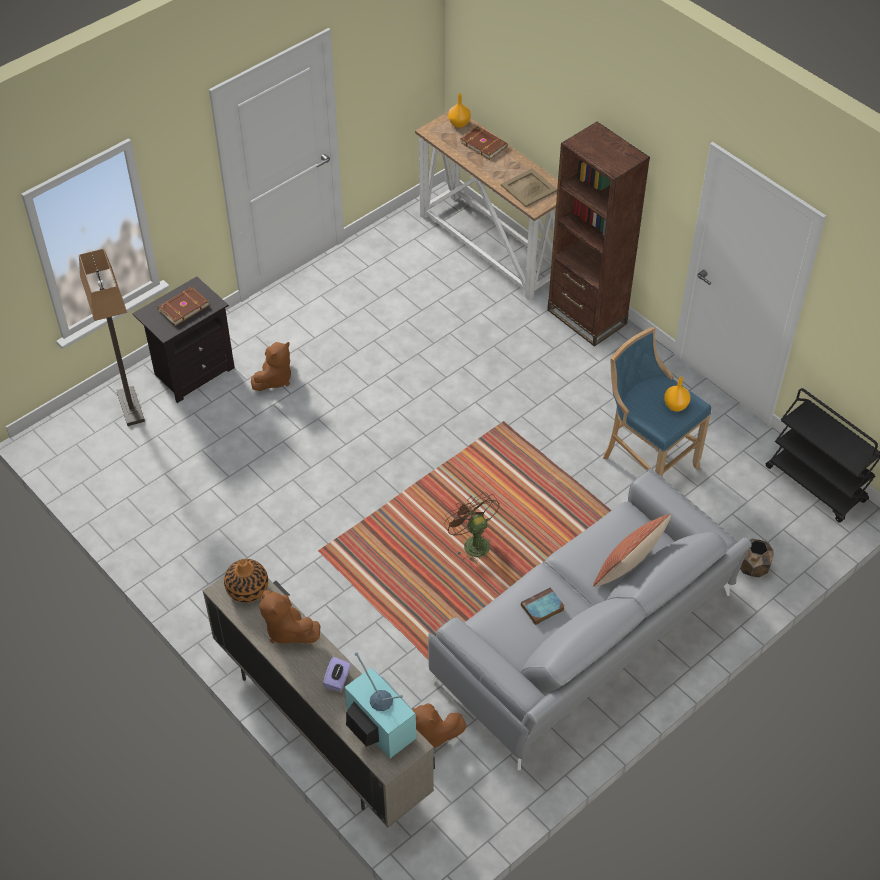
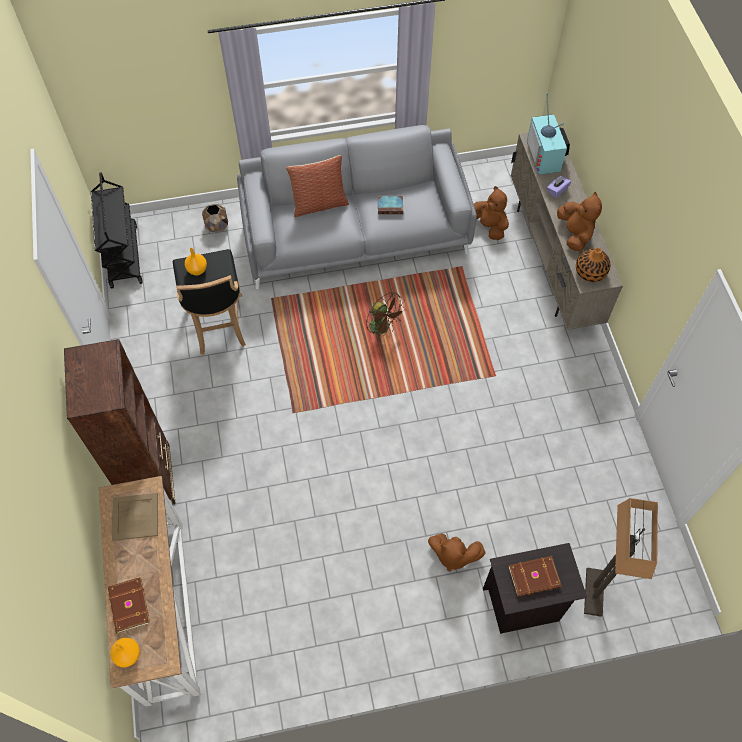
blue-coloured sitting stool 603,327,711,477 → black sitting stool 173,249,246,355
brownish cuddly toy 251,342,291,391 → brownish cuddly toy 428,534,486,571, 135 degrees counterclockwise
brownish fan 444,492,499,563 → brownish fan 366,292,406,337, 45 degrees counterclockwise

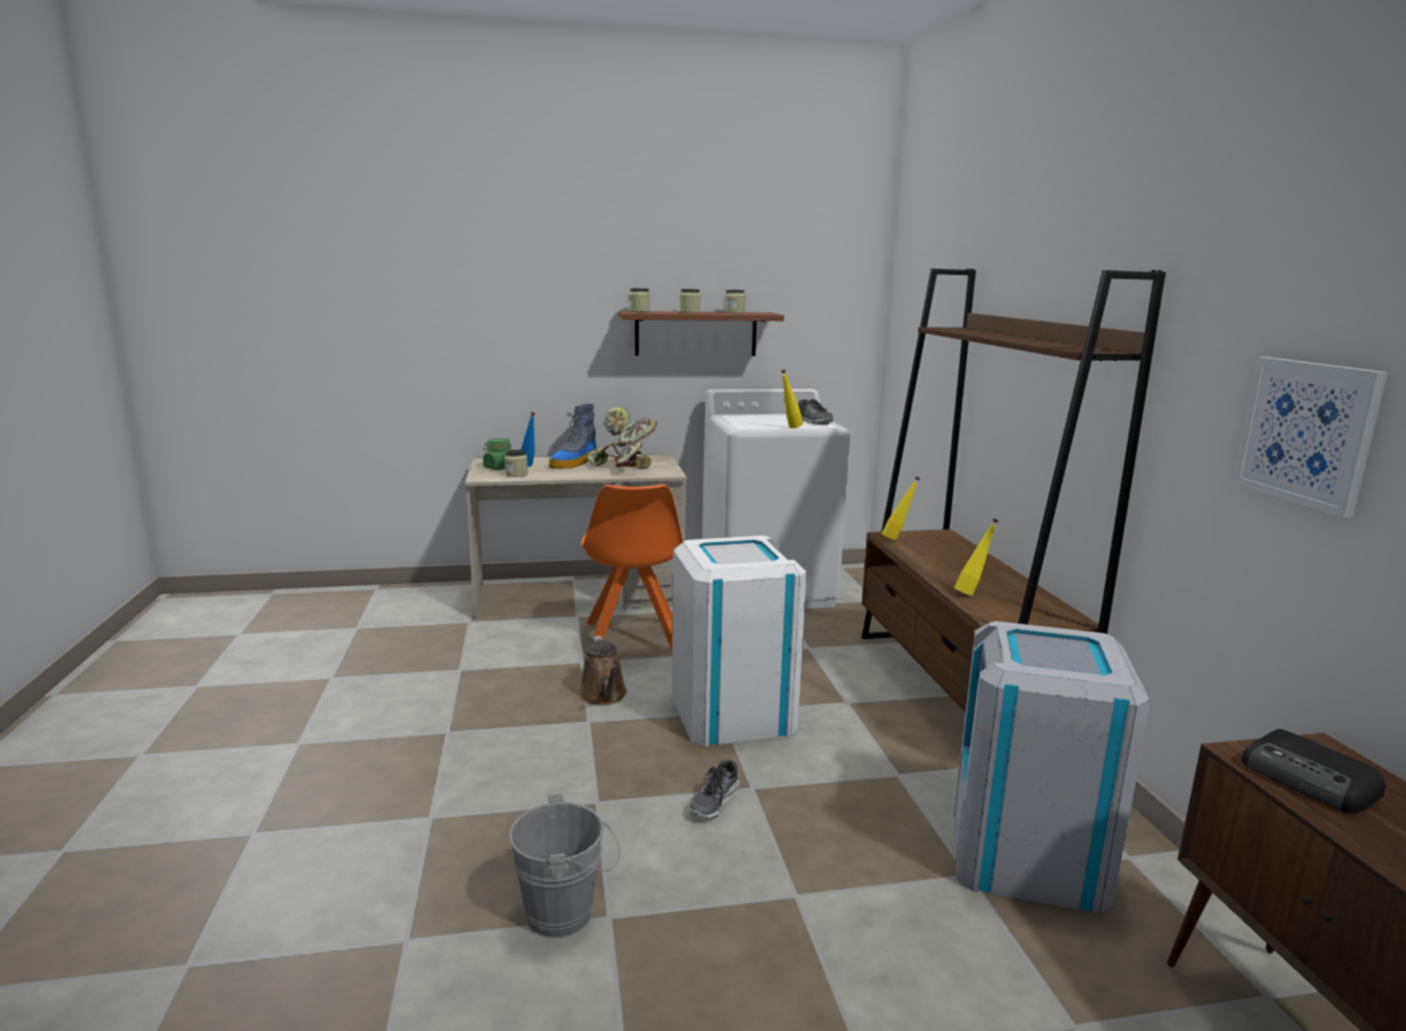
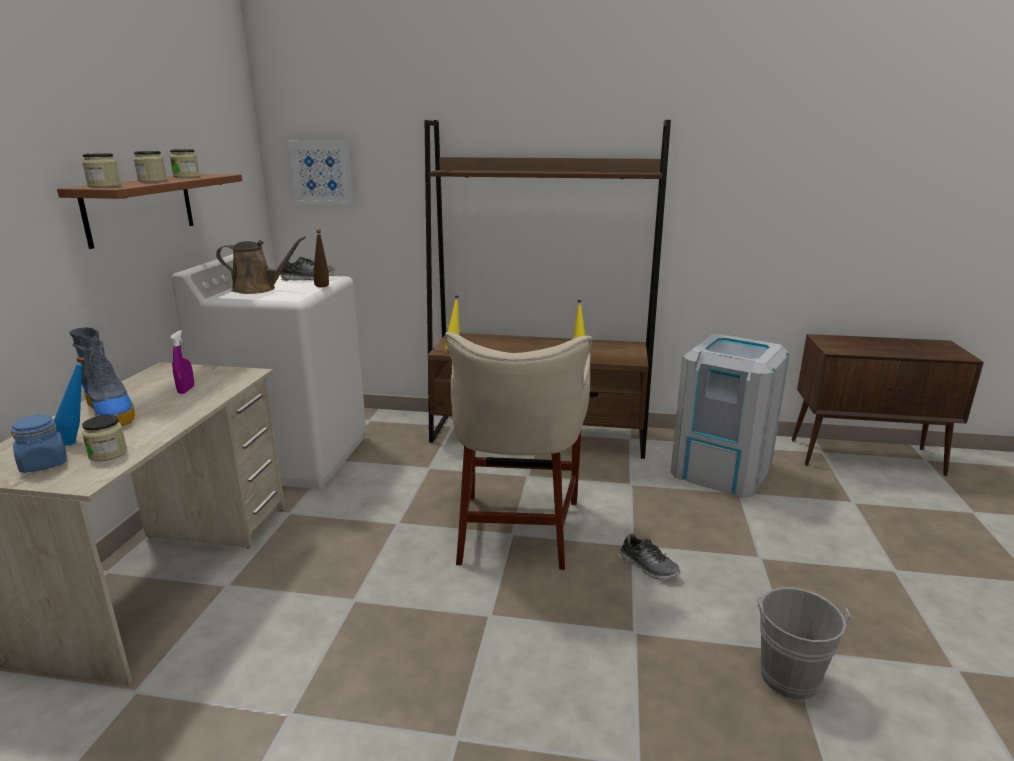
wall art 1233,357,1388,518 → wall art 288,140,354,205, shifted
yellowish bottle 781,369,803,428 → brownish bottle 313,229,329,288
houseplant 587,407,657,469 → purple-coloured hand sprayer 170,330,194,394
greenish preserve jar 483,438,511,470 → blue-coloured preserve jar 11,414,67,473
orange-coloured upright chair 581,484,684,650 → -
white waste bin 672,535,807,746 → beige sitting stool 445,332,592,570
brownish sprinkling can 579,635,627,705 → brownish sprinkling can 216,236,306,294, shifted
radio receiver 1242,729,1386,813 → -

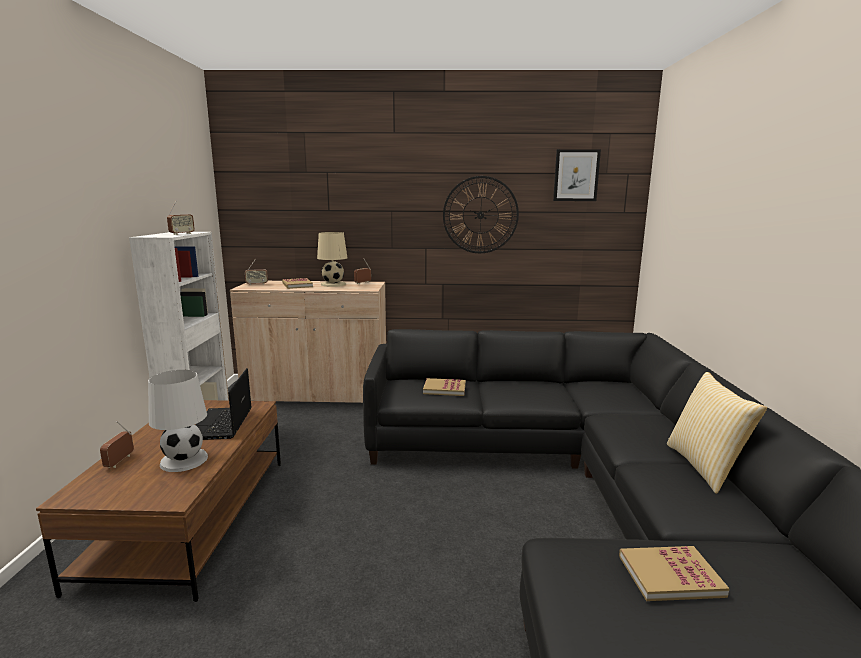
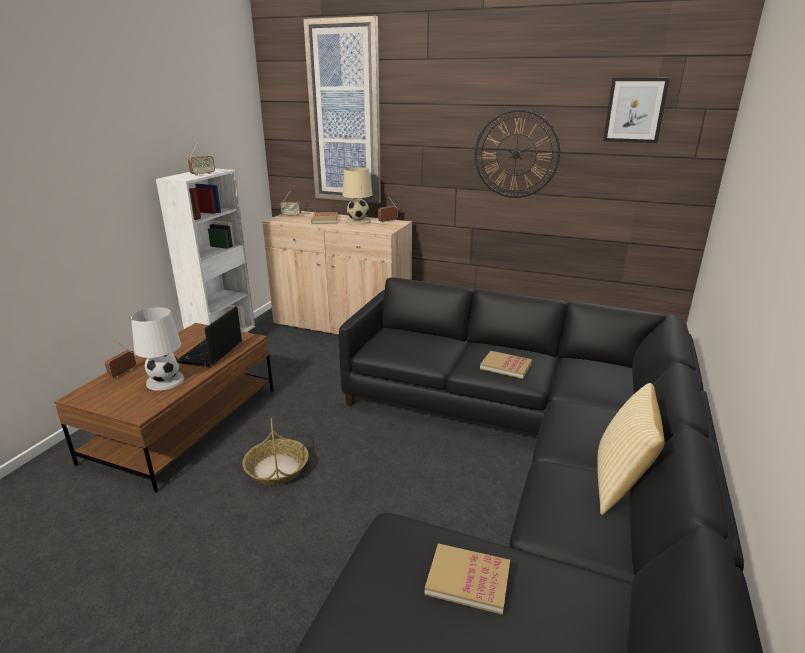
book 423,378,466,396 → book 480,351,532,379, shifted
- → wall art 303,16,381,203
- → household basket 242,418,309,485

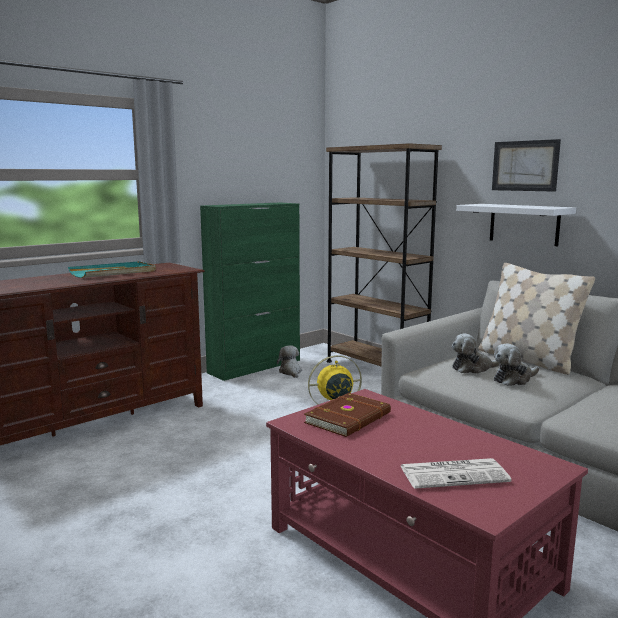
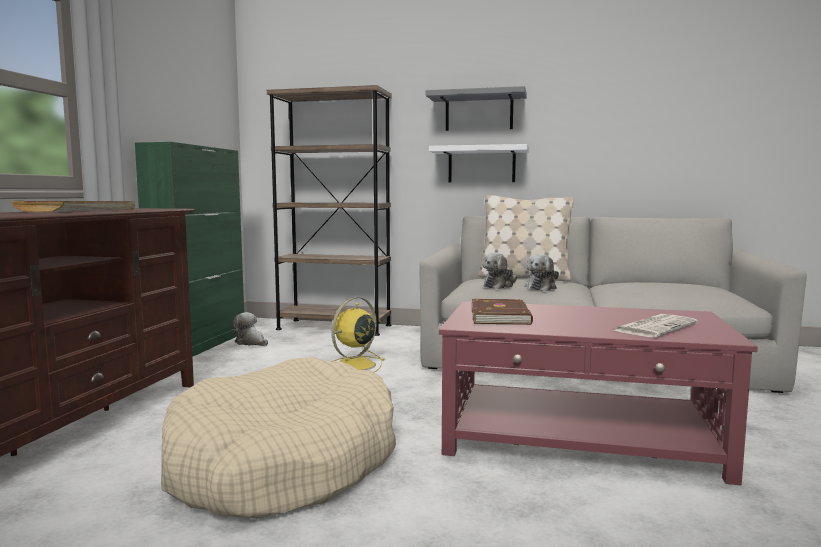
wall art 492,139,561,192 → greyish bracket shelf 426,86,527,131
blue-green carrying tray 68,261,156,278 → beige carrying tray 10,201,135,212
- → beige pet bed 161,357,396,519

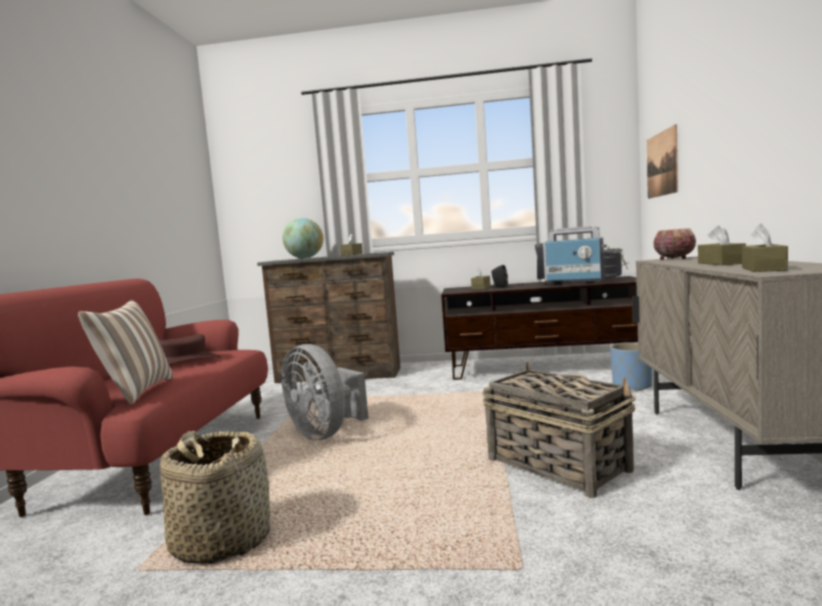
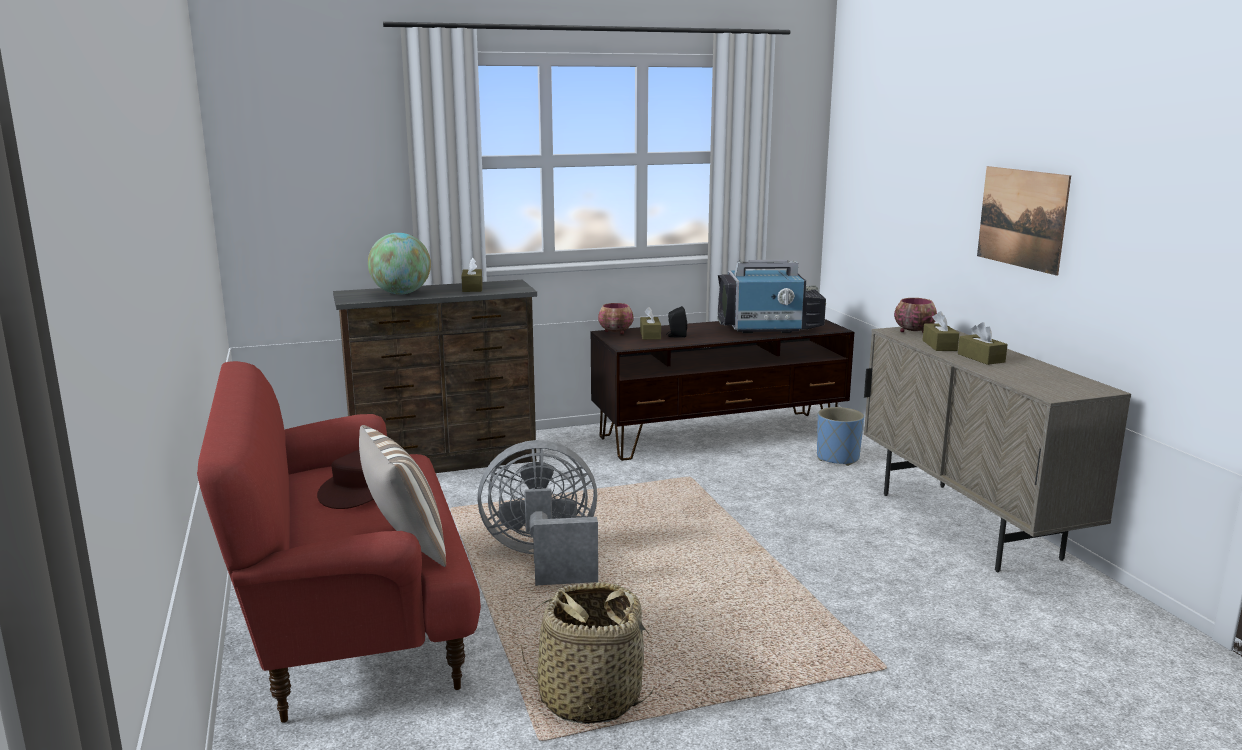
wall art 647,124,678,199 → wall art 977,166,1071,275, shifted
brownish tissue holder 742,224,788,272 → brownish tissue holder 923,311,959,351, shifted
greyish fan 281,344,368,440 → greyish fan 477,440,598,586, 150 degrees clockwise
household basket 482,361,635,498 → -
- → bowl 598,303,634,334

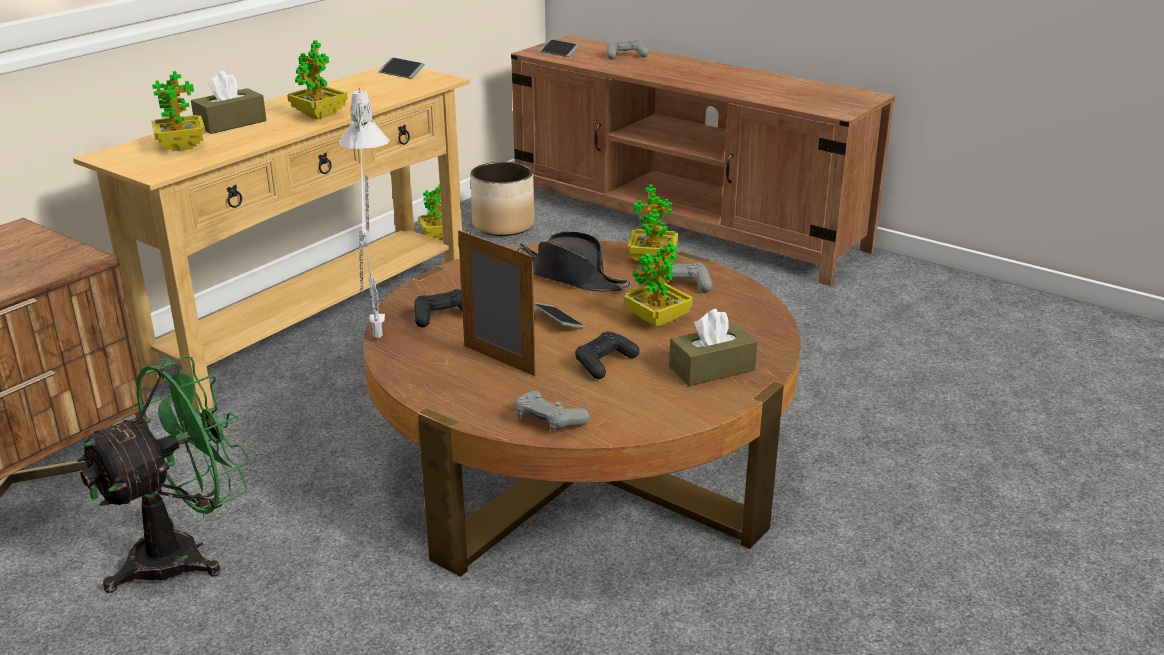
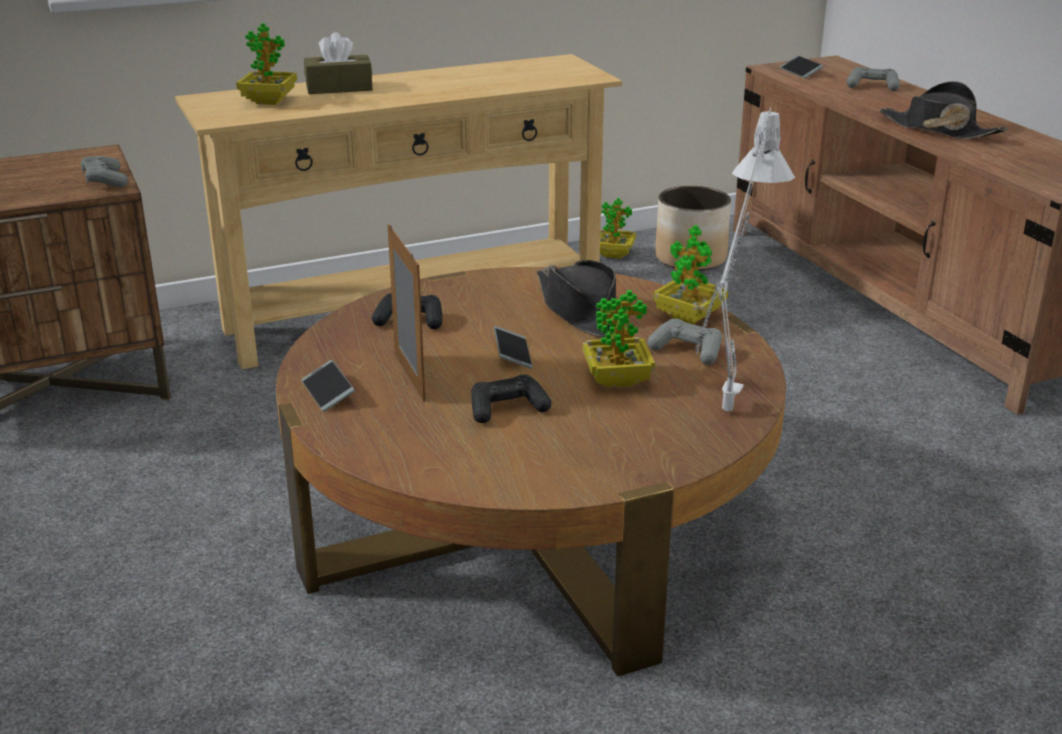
houseplant 287,40,348,119 → -
handset 379,57,425,79 → handset 302,360,354,412, shifted
greyish lamp for a table 339,88,390,338 → greyish lamp for a table 696,107,795,411, shifted
brownish tissue holder 669,309,758,386 → -
greenish fan 77,355,251,593 → -
greyish gamepad 515,391,589,432 → greyish gamepad 81,156,128,188, shifted
- → black hat 879,81,1008,139

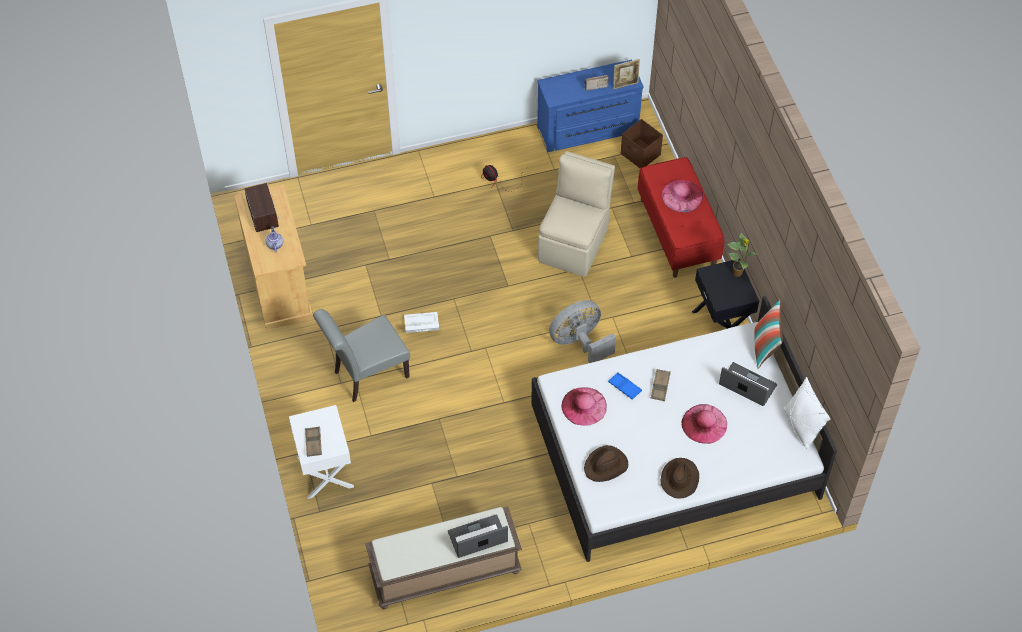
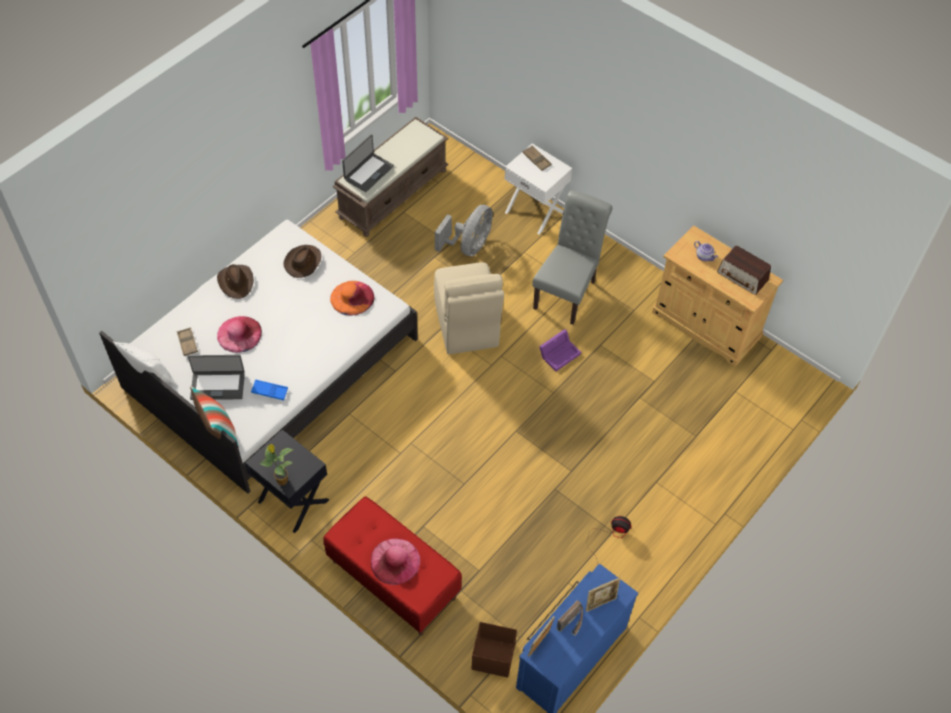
beige upright chair 538,151,615,277 → beige upright chair 434,262,504,354, shifted
greyish fan 549,300,616,363 → greyish fan 435,205,493,256, shifted
white storage box 404,312,439,333 → purple-coloured storage box 539,329,581,371
brownish carrying tray 651,369,671,401 → brownish carrying tray 177,327,198,356, shifted
blue-coloured carrying tray 608,372,642,400 → blue-coloured carrying tray 251,379,288,400, shifted
pink-coloured hat 561,387,607,426 → orange-coloured hat 330,281,375,316
- → photo frame 586,577,620,612

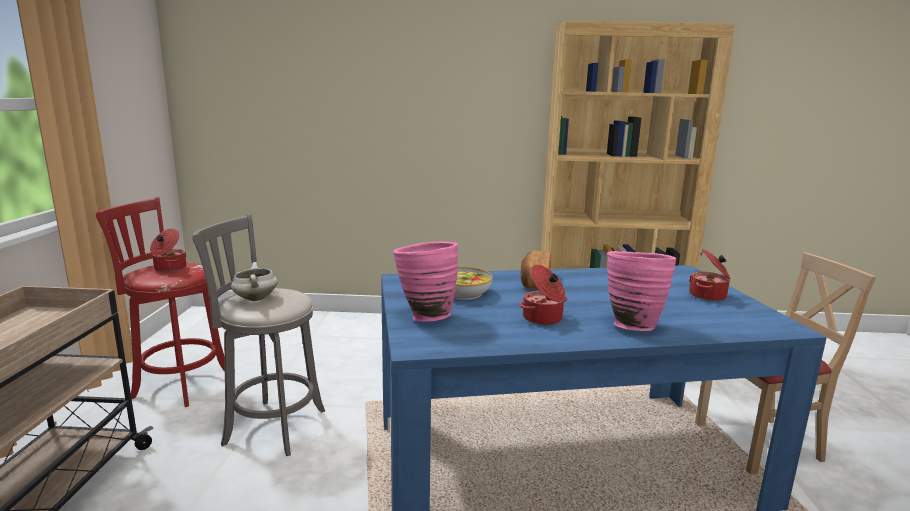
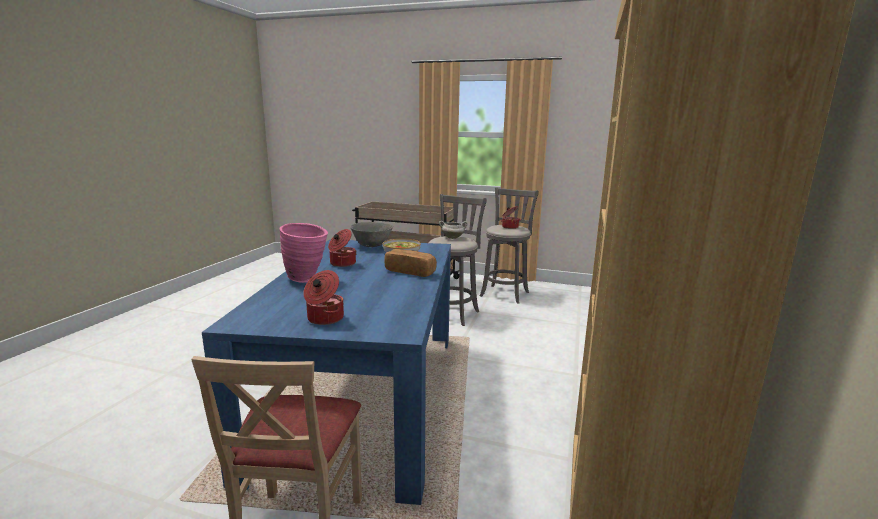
reddish sitting stool 96,197,225,407 → greyish sitting stool 480,187,539,303
pink-coloured flower vase 393,242,458,322 → greyish bowl 350,222,393,247

